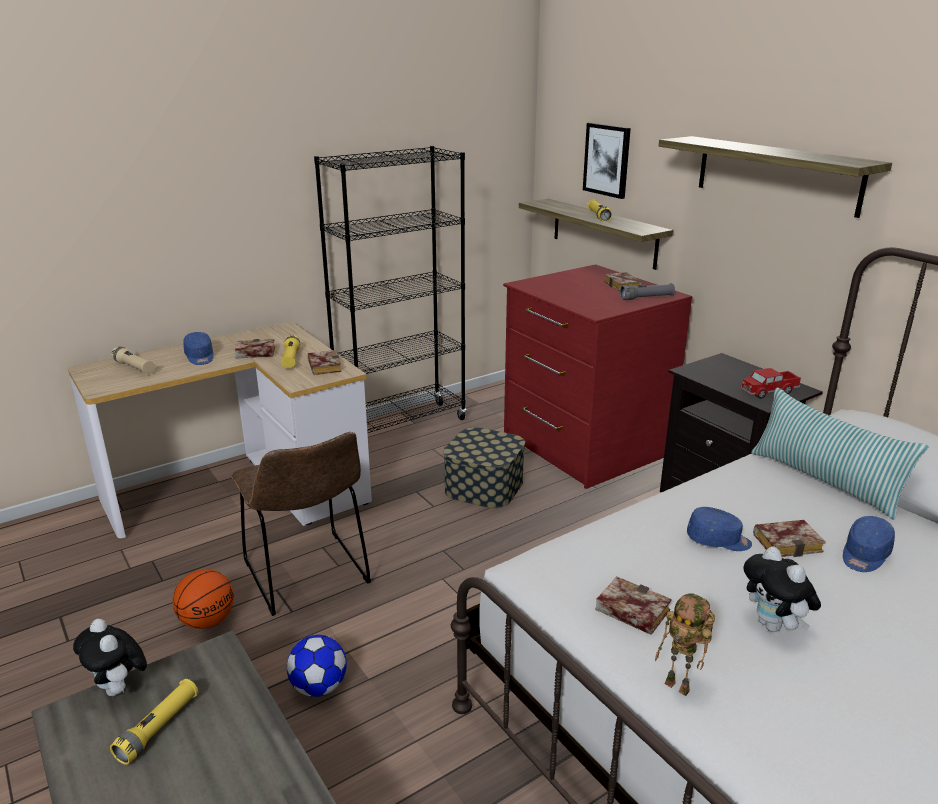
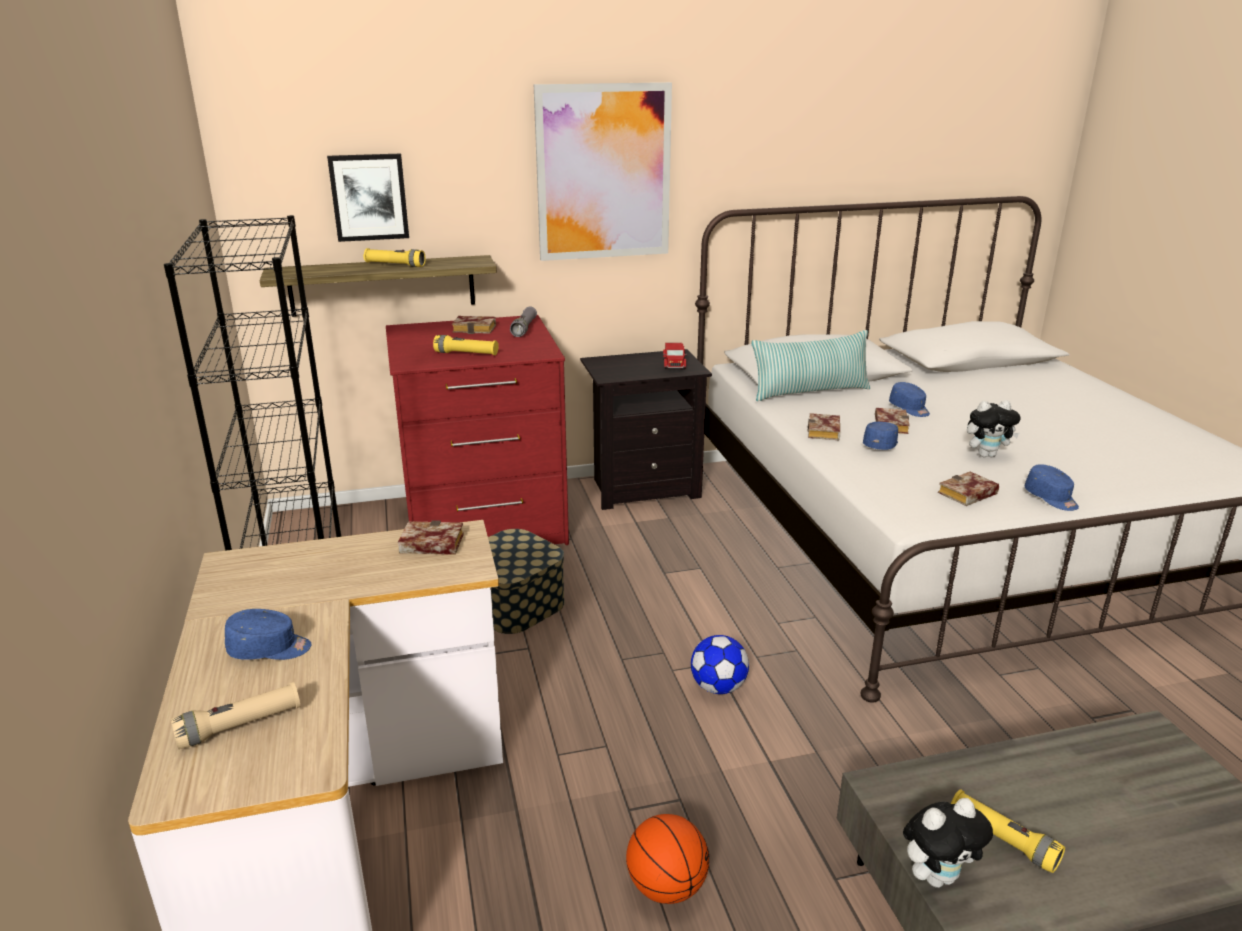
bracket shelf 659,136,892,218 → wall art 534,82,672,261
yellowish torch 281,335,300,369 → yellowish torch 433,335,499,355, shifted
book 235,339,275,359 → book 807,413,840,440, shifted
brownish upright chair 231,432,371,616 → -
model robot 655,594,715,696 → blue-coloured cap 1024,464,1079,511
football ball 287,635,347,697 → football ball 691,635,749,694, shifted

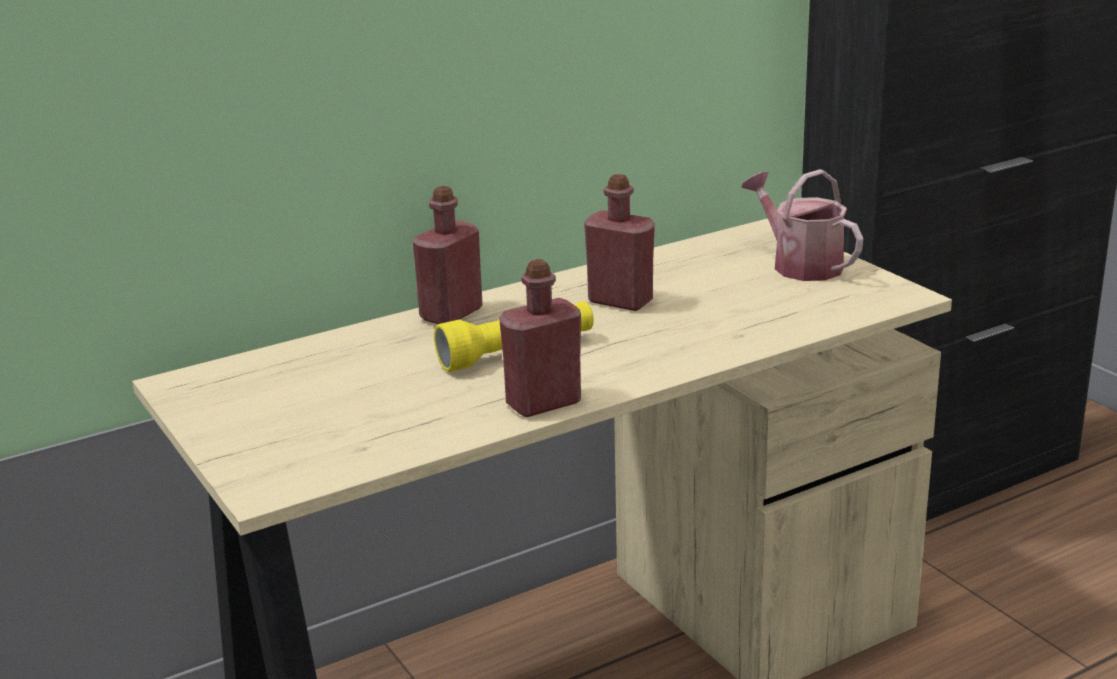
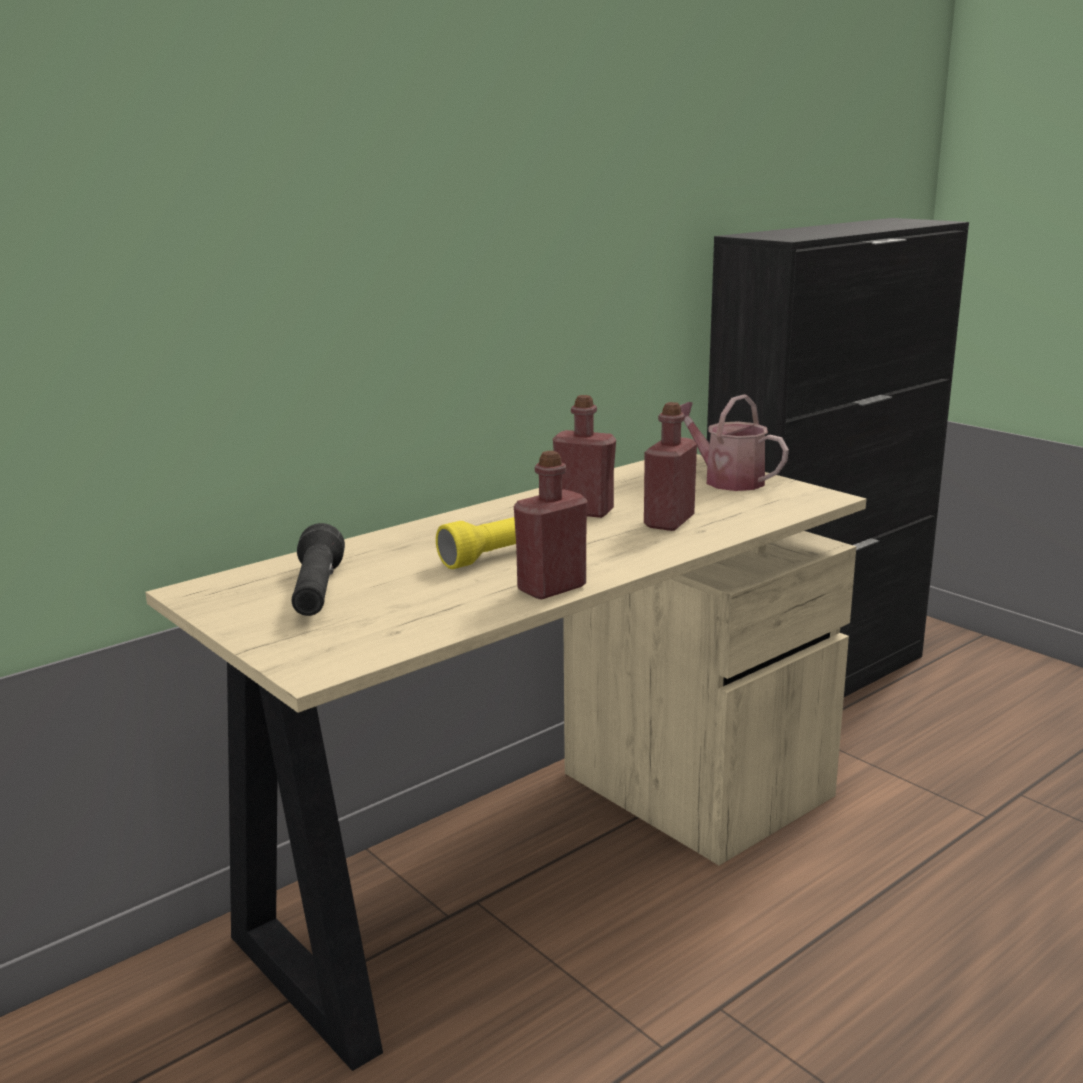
reddish bottle 413,186,483,324 → reddish bottle 644,402,697,531, shifted
- → black torch 292,523,345,616

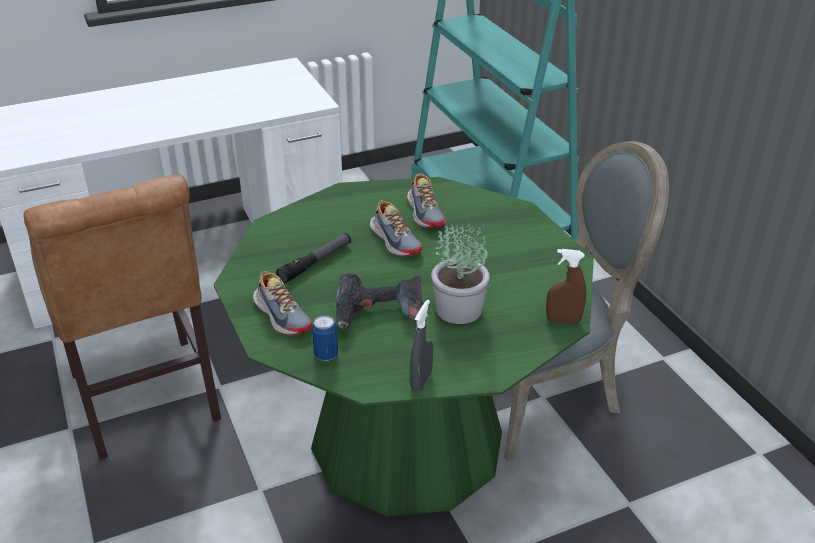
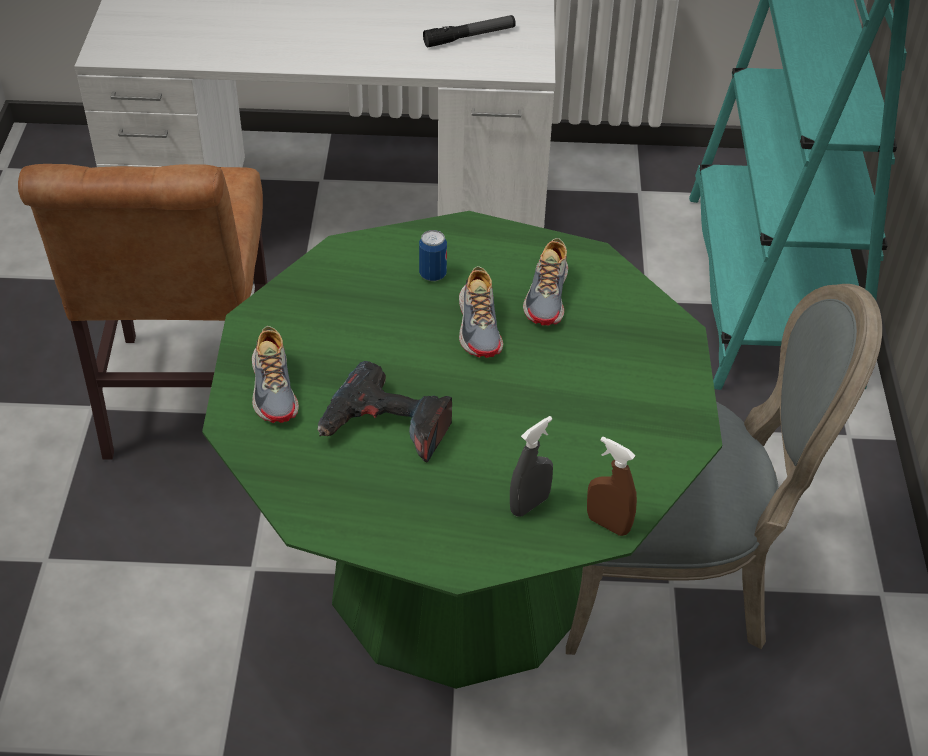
houseplant 431,221,490,324 → -
torch 276,233,351,283 → torch 423,15,516,47, shifted
greyish hand sprayer 410,300,433,391 → greyish hand sprayer 510,416,553,517, shifted
metal can 312,315,338,361 → metal can 419,230,447,281, shifted

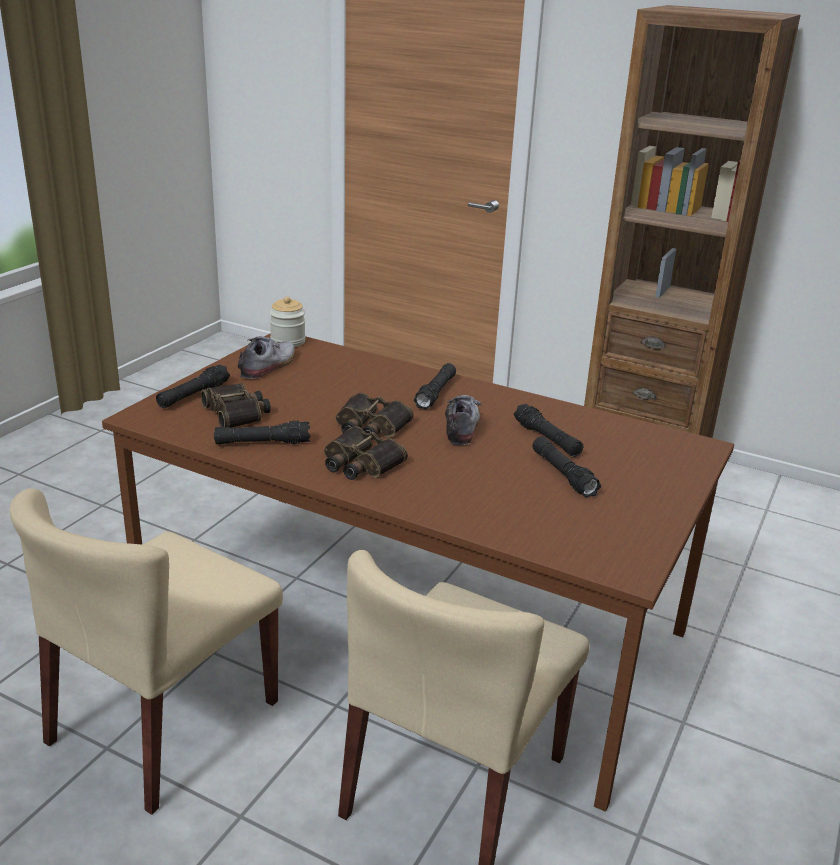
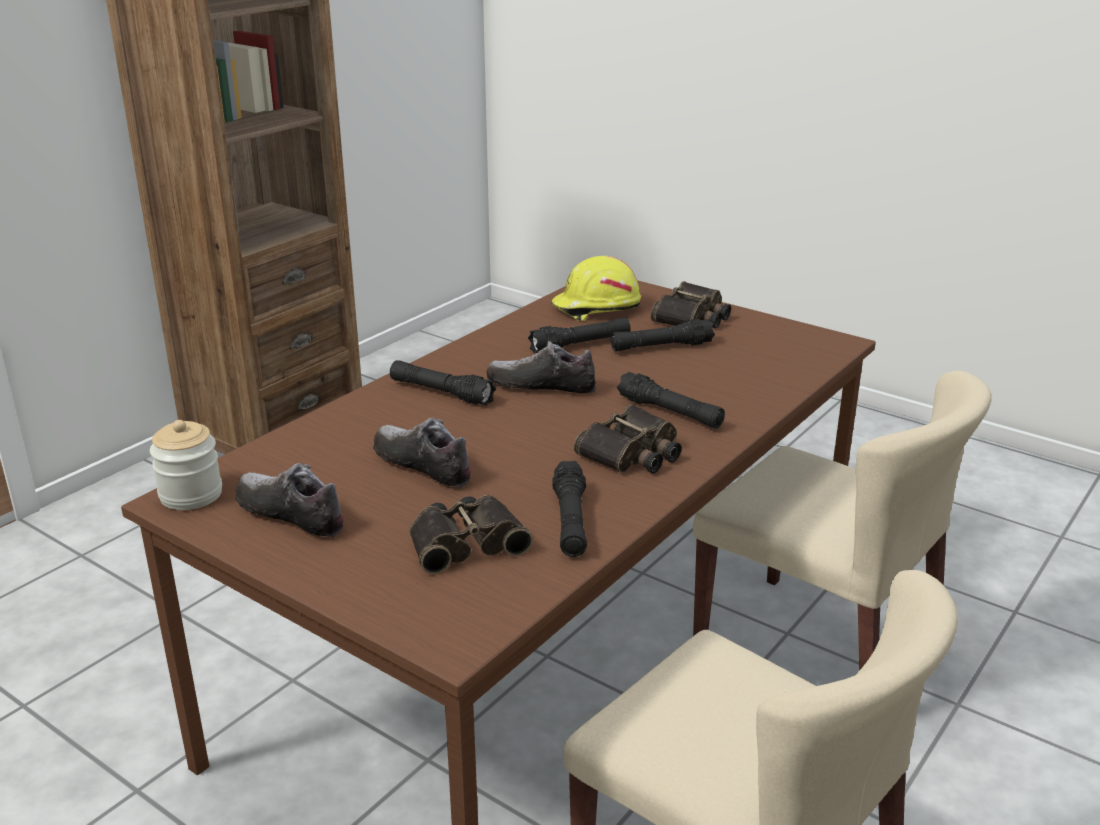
black torch 156,365,230,408 → black torch 617,372,725,429, shifted
pair of binoculars 335,393,414,441 → pair of binoculars 651,281,731,328, shifted
- → yellowish work helmet 551,256,641,321
- → low shoe 373,418,472,488

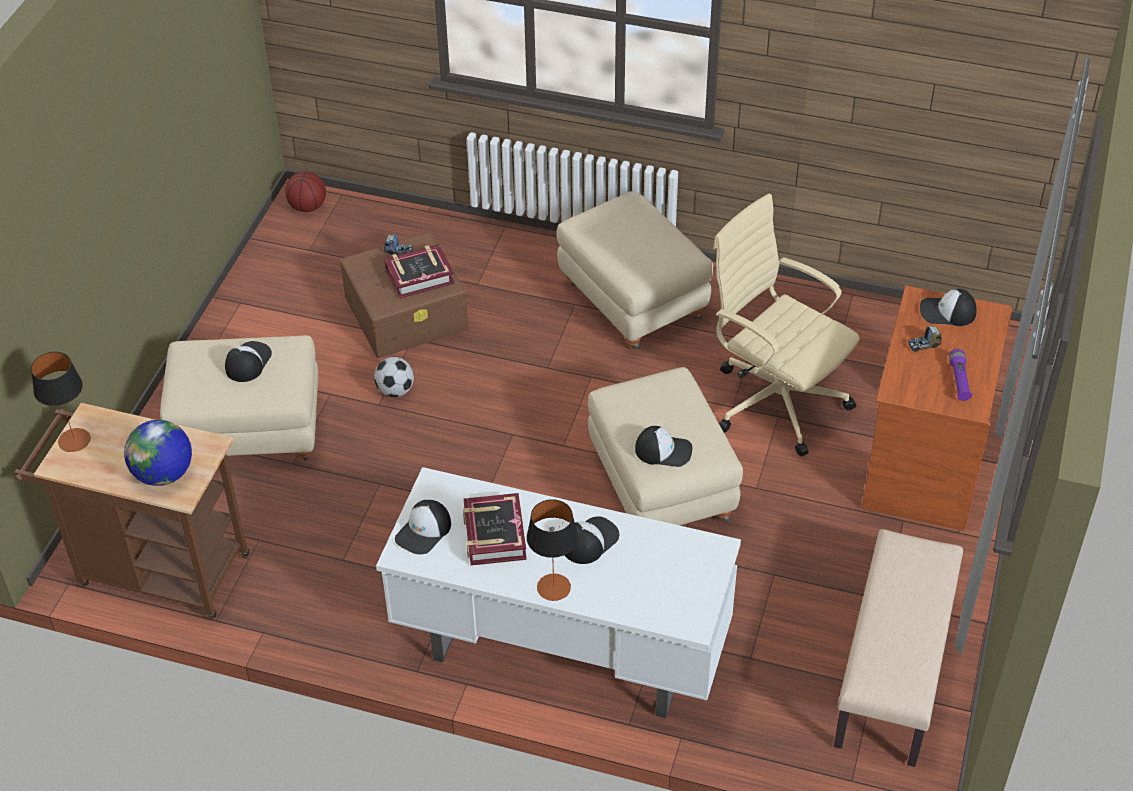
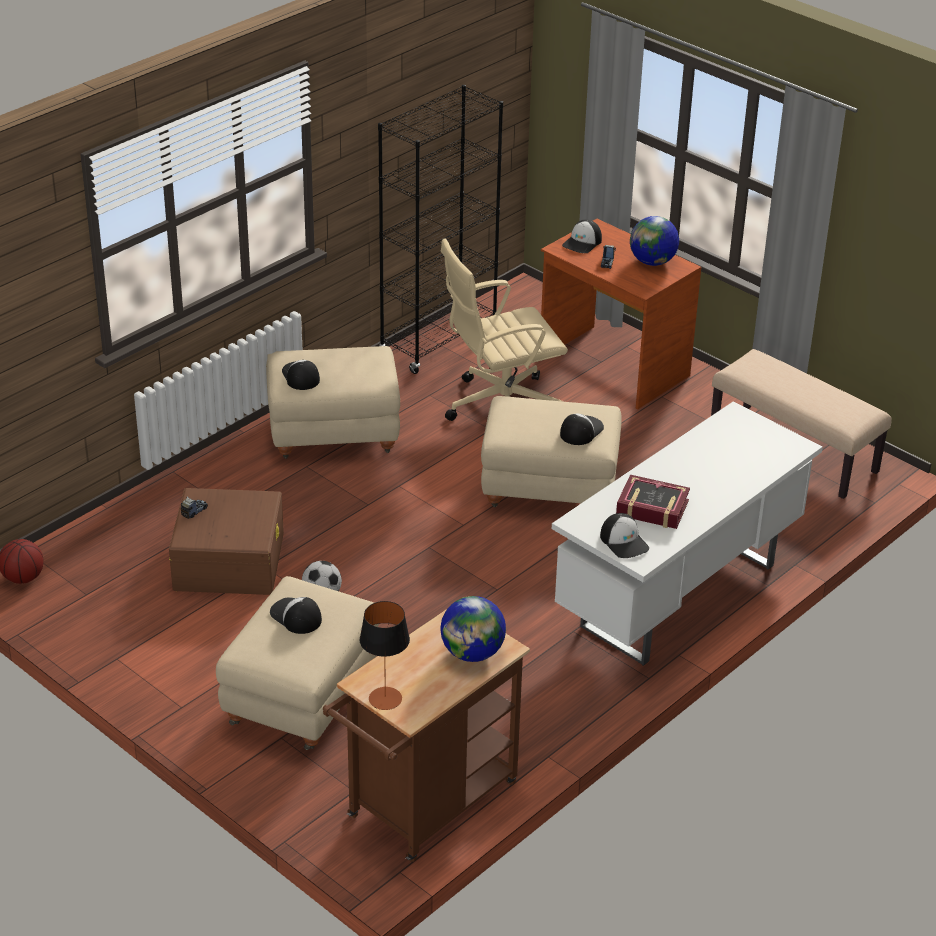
book 384,244,455,298 → -
purple-coloured torch 949,349,972,401 → globe 630,216,679,266
lamp for a table 527,499,578,601 → -
cap 564,516,619,564 → cap 282,360,320,390, shifted
- → black shelving unit 378,85,503,374

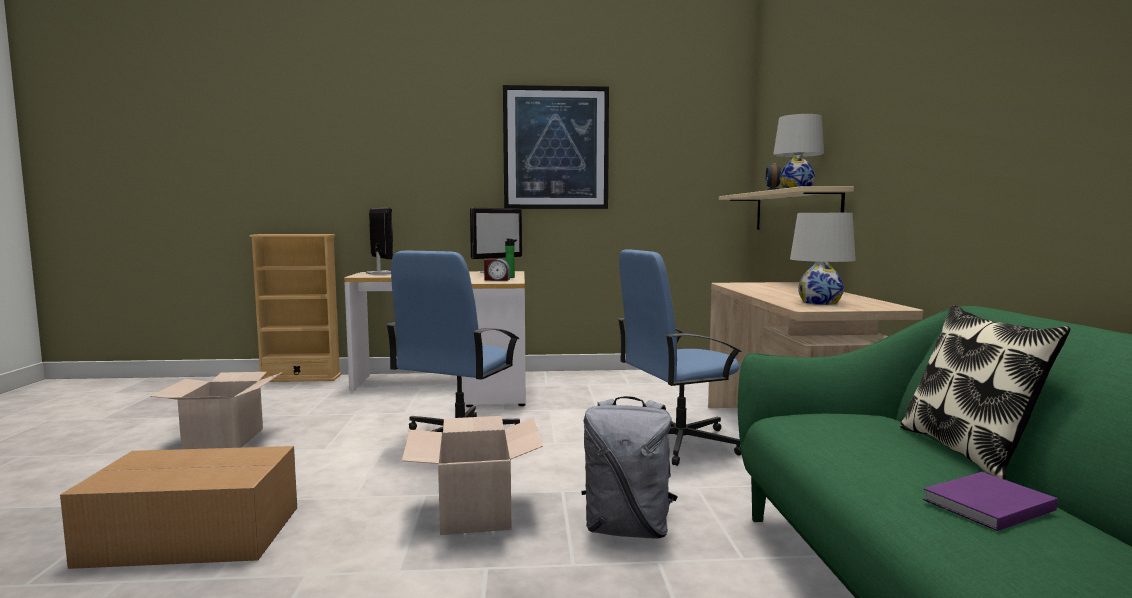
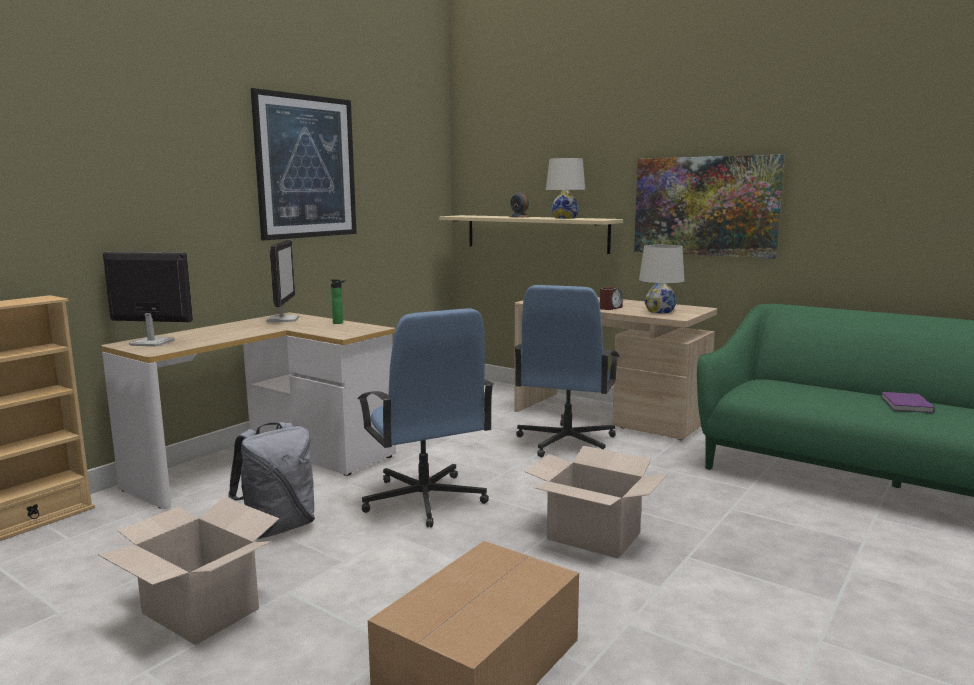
alarm clock 484,258,510,281 → alarm clock 600,287,623,310, shifted
throw pillow 900,305,1070,480 → -
greyish knapsack 581,396,678,538 → greyish knapsack 228,422,315,539, shifted
- → wall art 634,154,785,259

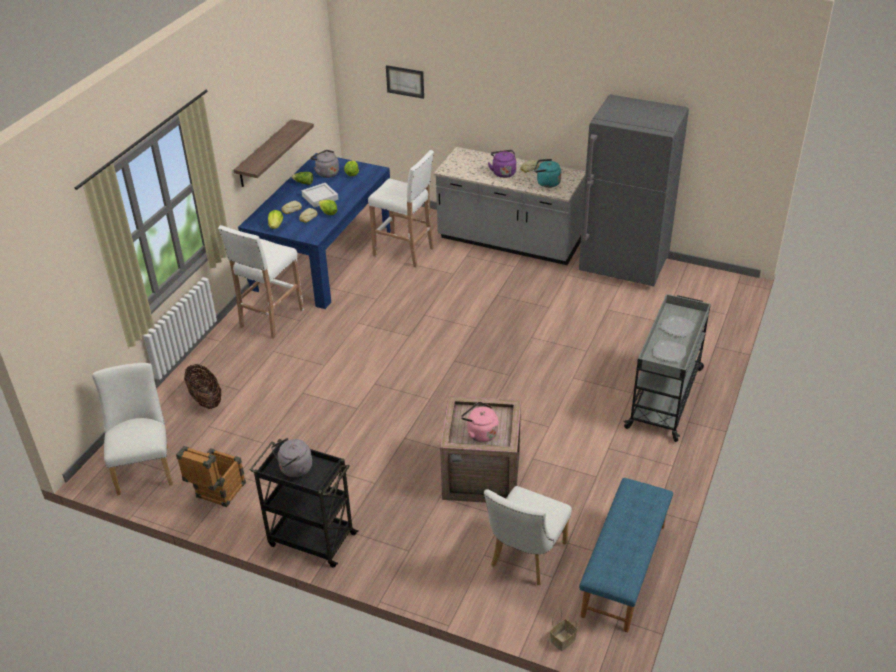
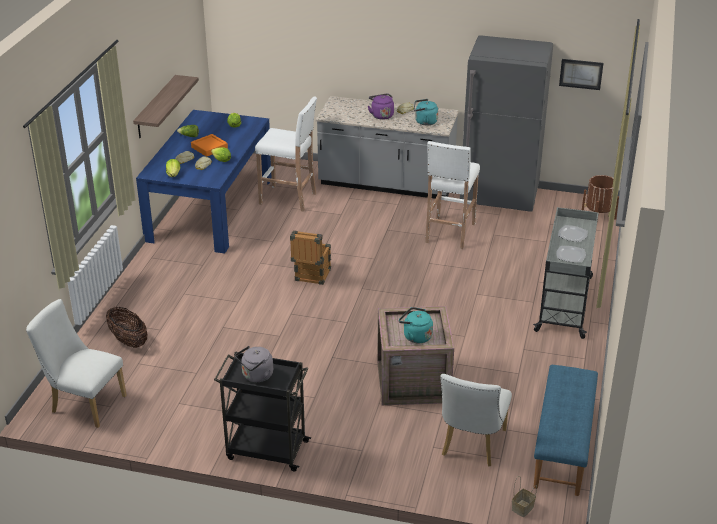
wall art 386,65,424,99 → wall art 559,59,604,90, shifted
greyish kettle 310,150,339,178 → -
greyish carrying tray 302,183,338,208 → orange-coloured carrying tray 191,134,228,157
white sitting stool 218,225,304,339 → white sitting stool 425,141,480,249, shifted
white upright chair 92,363,173,495 → white upright chair 26,299,127,428, 45 degrees counterclockwise
pink-coloured kettle 461,402,498,442 → blue-green kettle 399,307,433,343
crate 176,446,246,507 → crate 290,230,331,285, shifted
- → brownish planter 582,175,619,220

